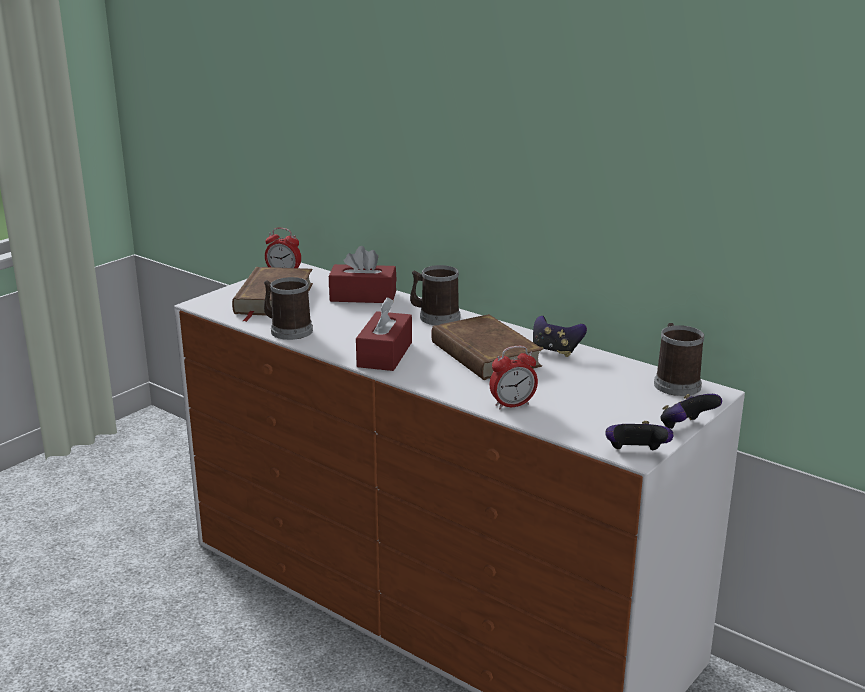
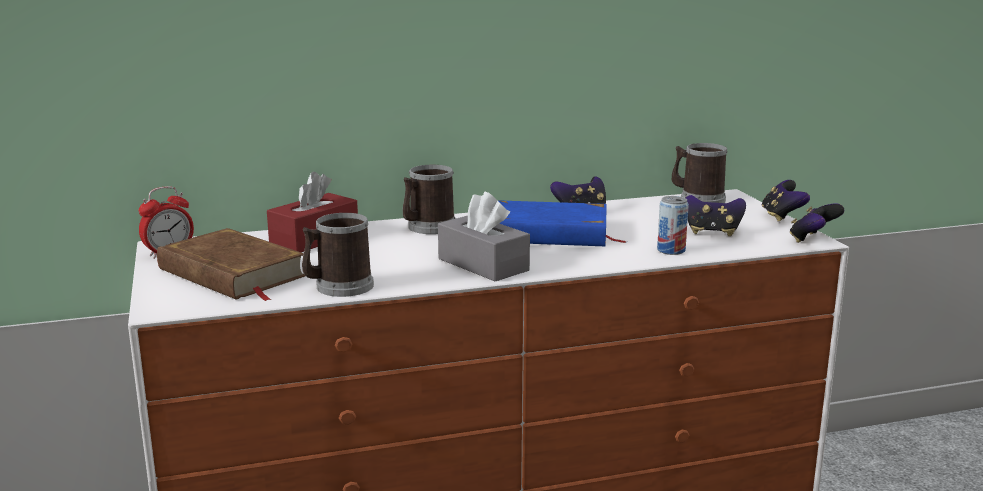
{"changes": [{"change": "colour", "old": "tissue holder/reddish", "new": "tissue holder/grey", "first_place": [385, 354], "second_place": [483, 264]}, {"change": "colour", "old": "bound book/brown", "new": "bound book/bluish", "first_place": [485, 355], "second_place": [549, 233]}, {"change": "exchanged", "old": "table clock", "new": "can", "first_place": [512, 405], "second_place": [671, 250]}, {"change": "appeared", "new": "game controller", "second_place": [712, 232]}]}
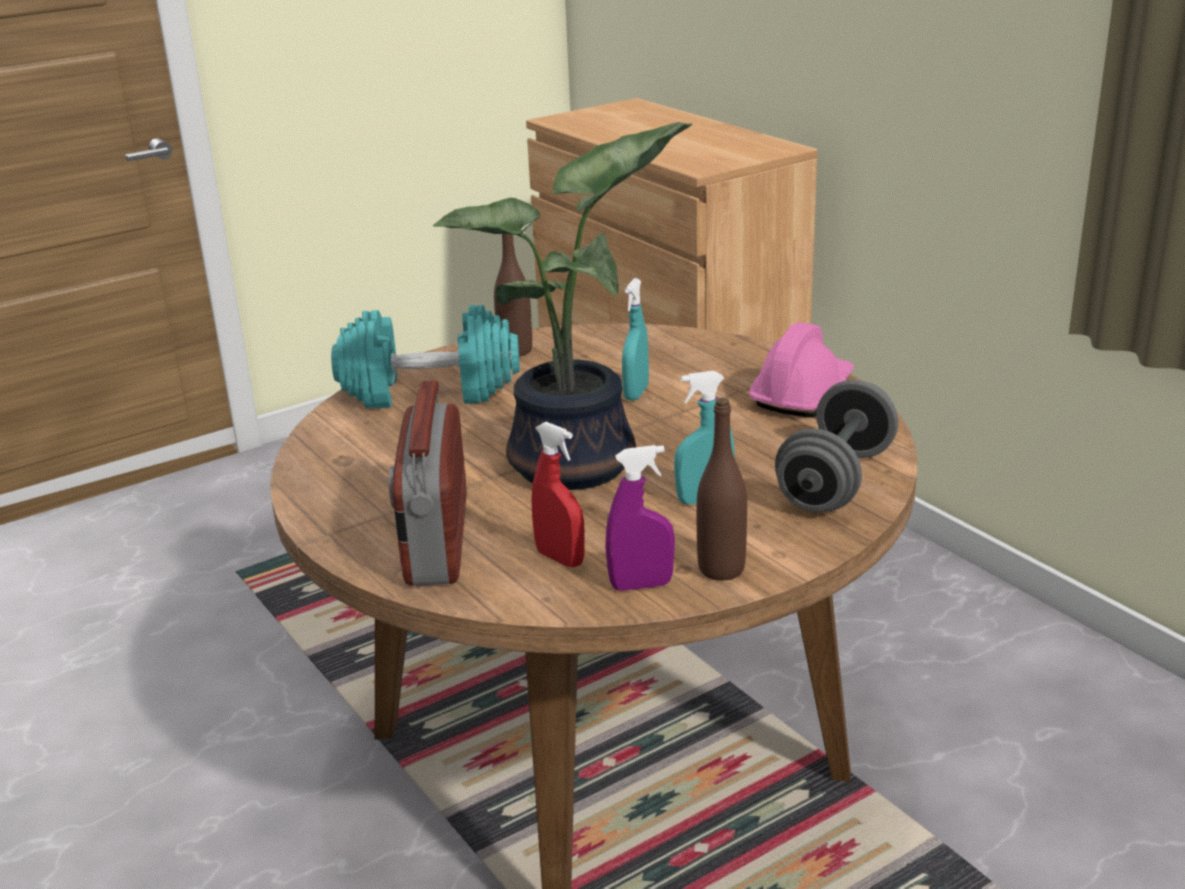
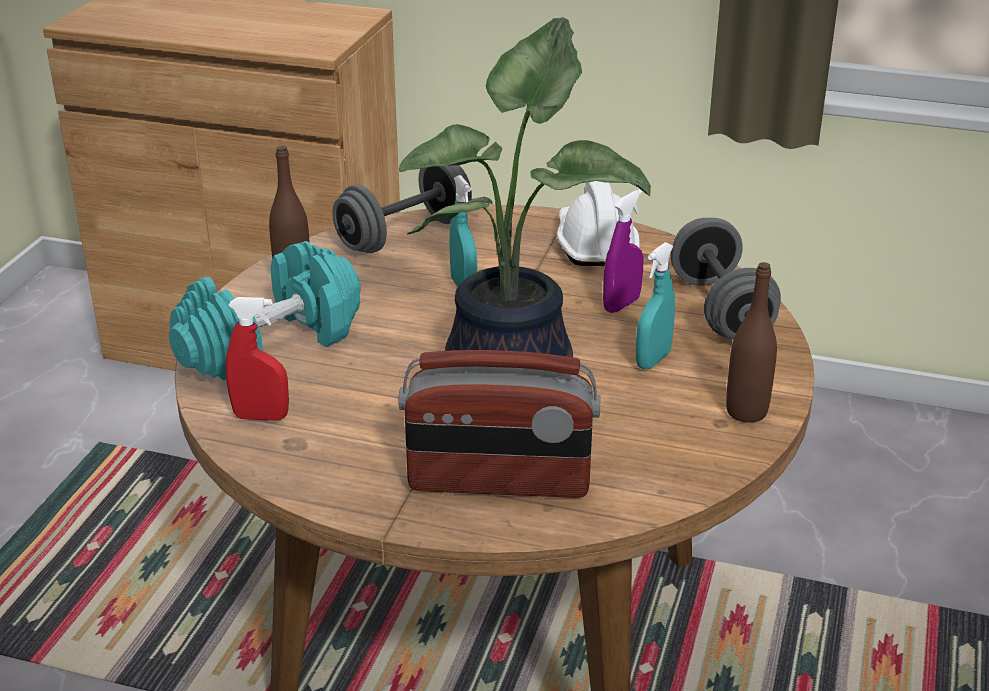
{"changes": [{"change": "spun", "old": "radio set", "first_place": [435, 540], "second_place": [499, 482], "degrees": -45}, {"change": "relocated", "old": "sprayer/reddish", "first_place": [560, 558], "second_place": [261, 417]}, {"change": "relocated", "old": "sprayer/purple-coloured", "first_place": [641, 585], "second_place": [621, 304]}, {"change": "colour", "old": "work helmet/pink", "new": "work helmet/white-coloured", "first_place": [802, 394], "second_place": [594, 244]}, {"change": "appeared", "new": "free weight/grey", "second_place": [404, 235]}]}
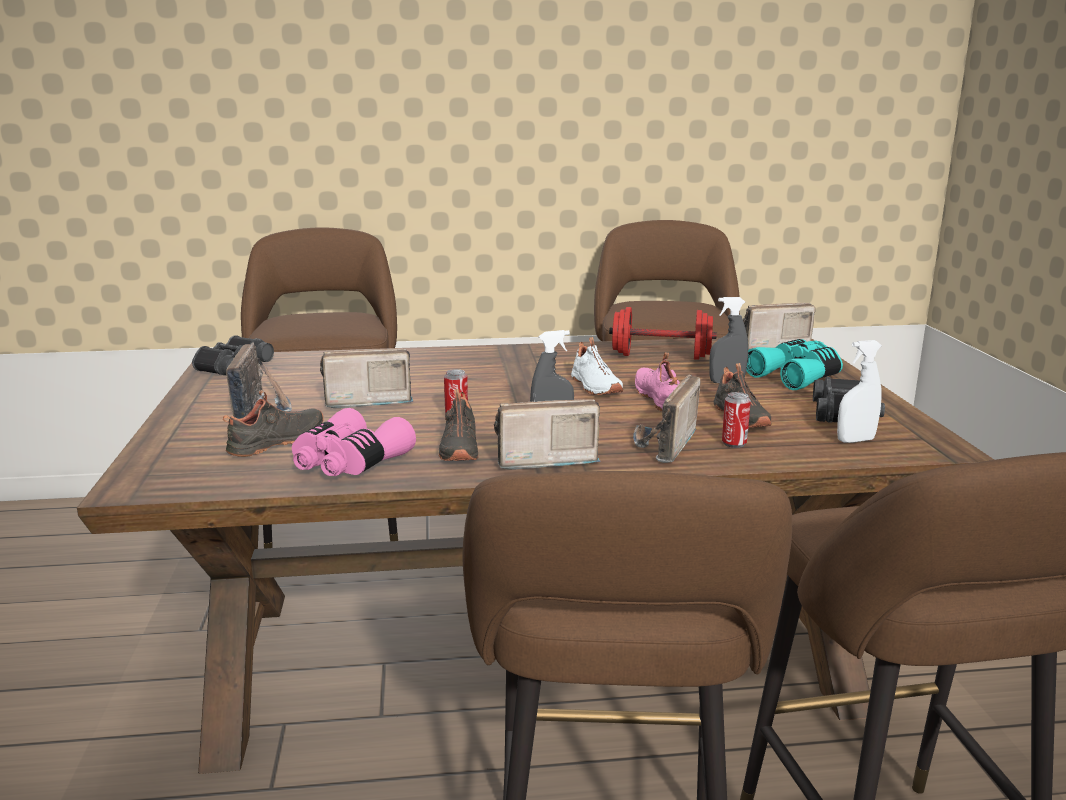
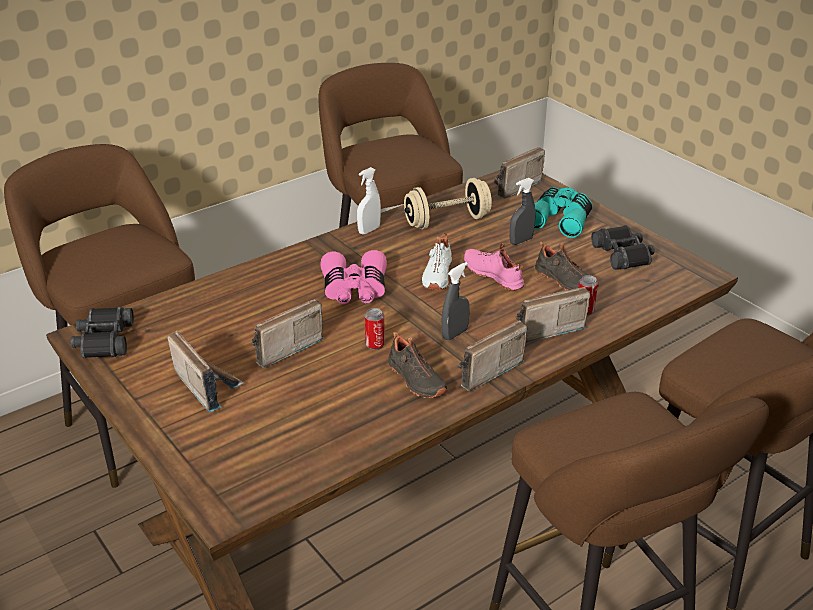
{"changes": [{"change": "missing", "old": "shoe/black-coloured", "first_place": [278, 442]}, {"change": "relocated", "old": "field glasses/pink", "first_place": [348, 463], "second_place": [354, 289]}, {"change": "spun", "old": "shoe/white-coloured", "first_place": [594, 387], "second_place": [436, 275], "degrees": 60}, {"change": "colour", "old": "free weight/reddish", "new": "free weight/sand-coloured", "first_place": [661, 356], "second_place": [447, 221]}, {"change": "spun", "old": "radio set", "first_place": [662, 446], "second_place": [544, 329], "degrees": 75}, {"change": "relocated", "old": "sprayer/white-coloured", "first_place": [855, 440], "second_place": [369, 230]}]}
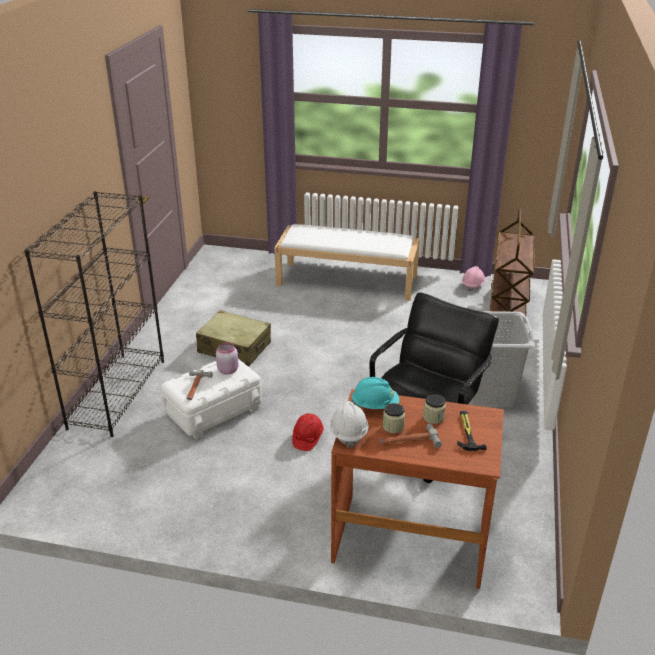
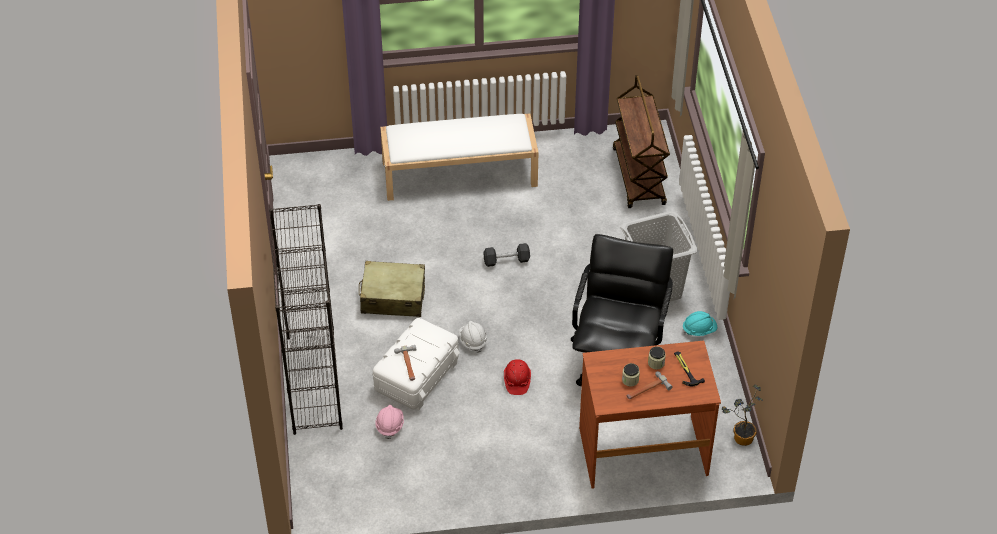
{"changes": [{"change": "missing", "old": "preserve jar/pink", "first_place": [228, 370]}, {"change": "relocated", "old": "work helmet/white-coloured", "first_place": [348, 433], "second_place": [473, 341]}, {"change": "relocated", "old": "work helmet/blue-green", "first_place": [375, 405], "second_place": [699, 330]}, {"change": "relocated", "old": "work helmet/pink", "first_place": [473, 285], "second_place": [389, 425]}, {"change": "appeared", "new": "free weight/black-coloured", "second_place": [506, 260]}, {"change": "appeared", "new": "houseplant", "second_place": [740, 437]}]}
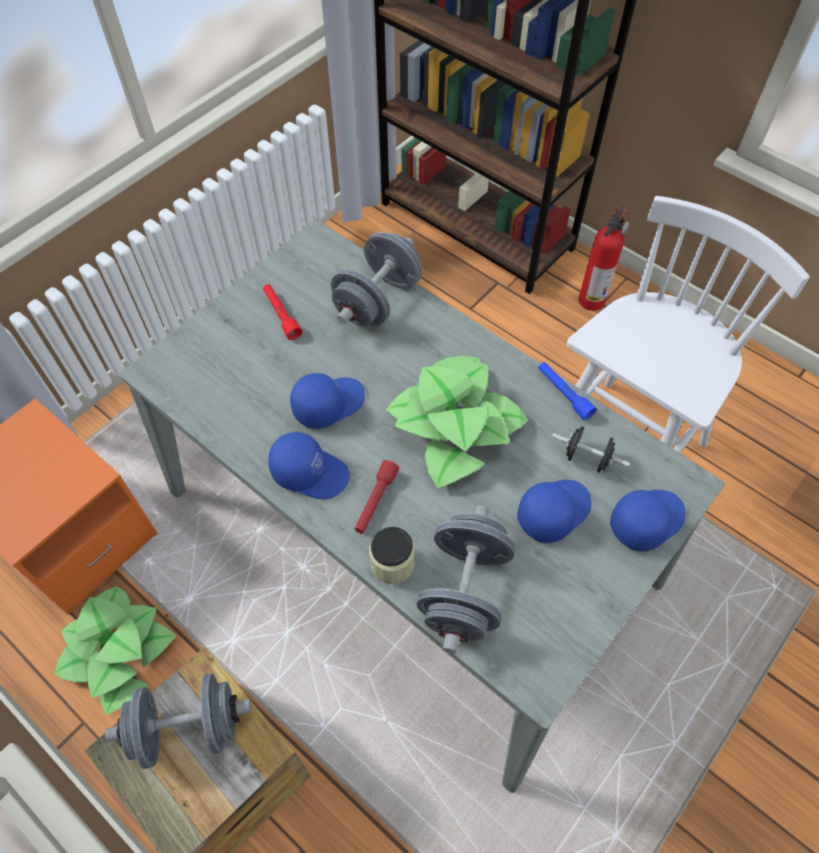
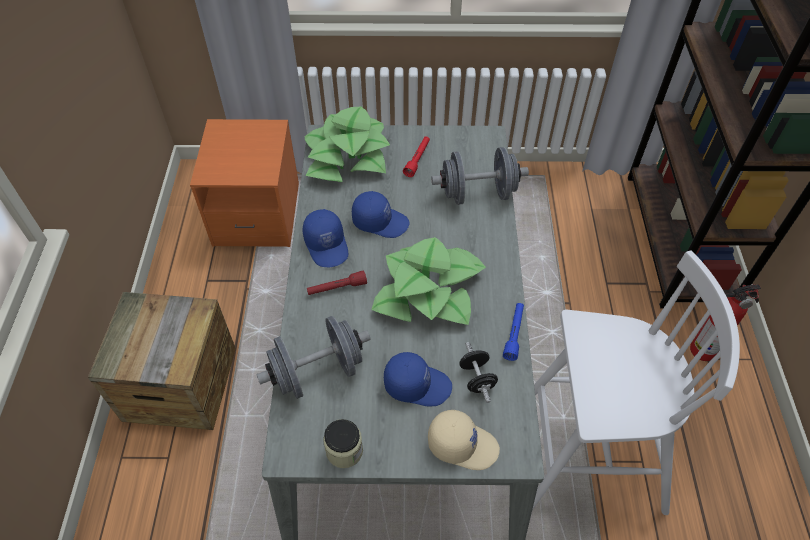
{"changes": [{"change": "relocated", "old": "houseplant", "first_place": [118, 651], "second_place": [347, 156]}, {"change": "missing", "old": "free weight/grey", "first_place": [188, 727]}, {"change": "relocated", "old": "preserve jar", "first_place": [392, 563], "second_place": [344, 450]}, {"change": "colour", "old": "peaked cap/bluish", "new": "peaked cap/sand-coloured", "first_place": [646, 520], "second_place": [462, 444]}]}
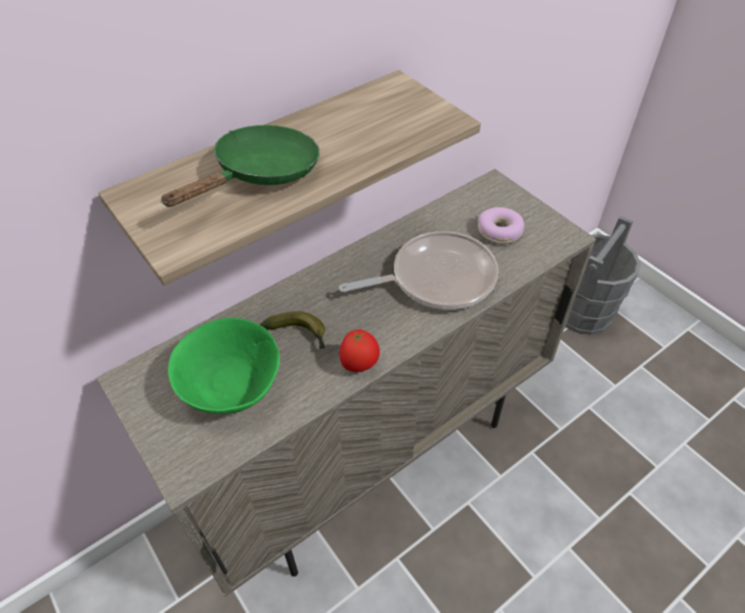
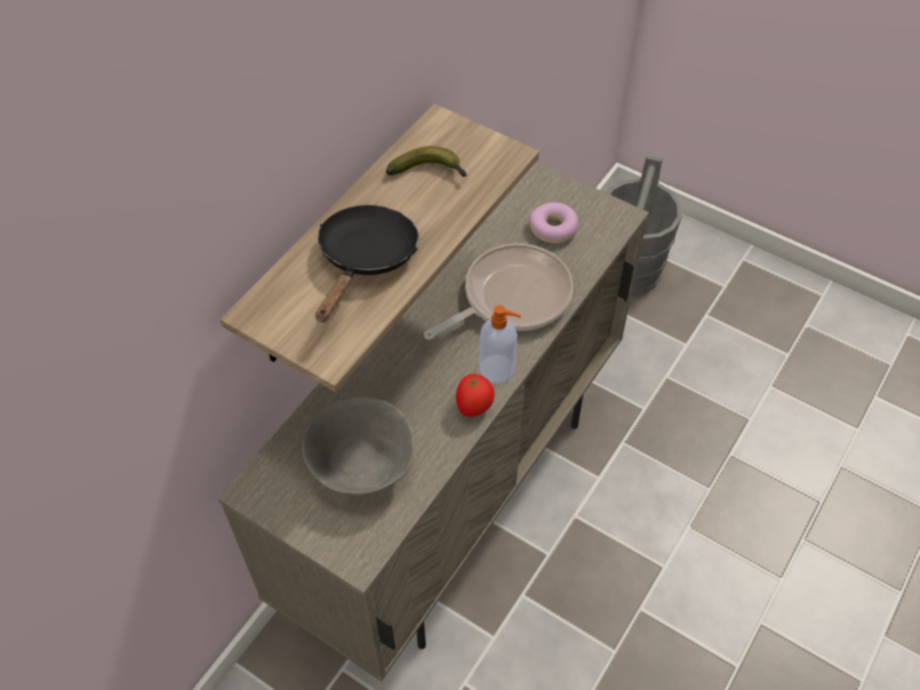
{"changes": [{"change": "colour", "old": "pan/green-coloured", "new": "pan/black-coloured", "first_place": [261, 174], "second_place": [365, 260]}, {"change": "colour", "old": "bowl/green-coloured", "new": "bowl/grey", "first_place": [230, 387], "second_place": [360, 466]}, {"change": "relocated", "old": "banana fruit", "first_place": [300, 334], "second_place": [430, 172]}, {"change": "appeared", "new": "soap bottle", "second_place": [498, 369]}]}
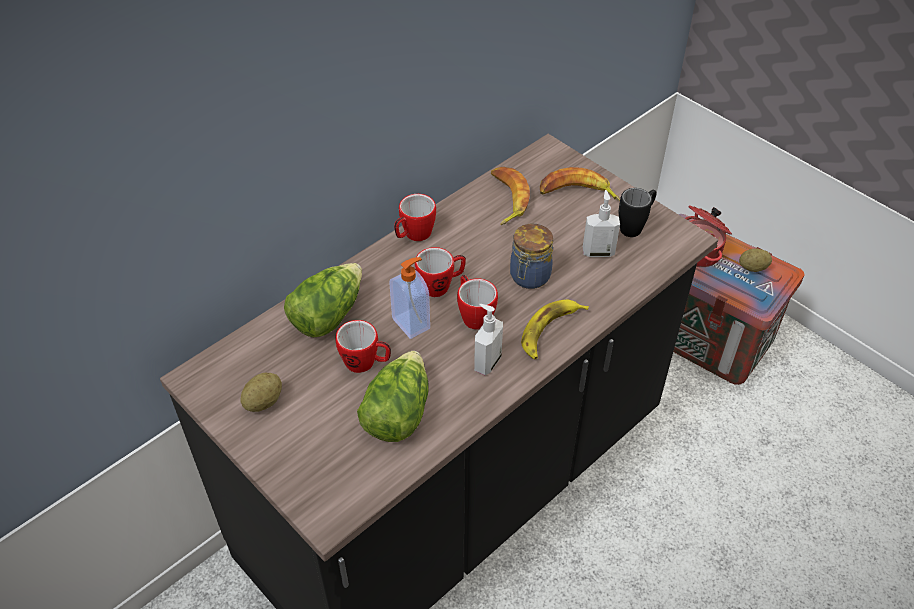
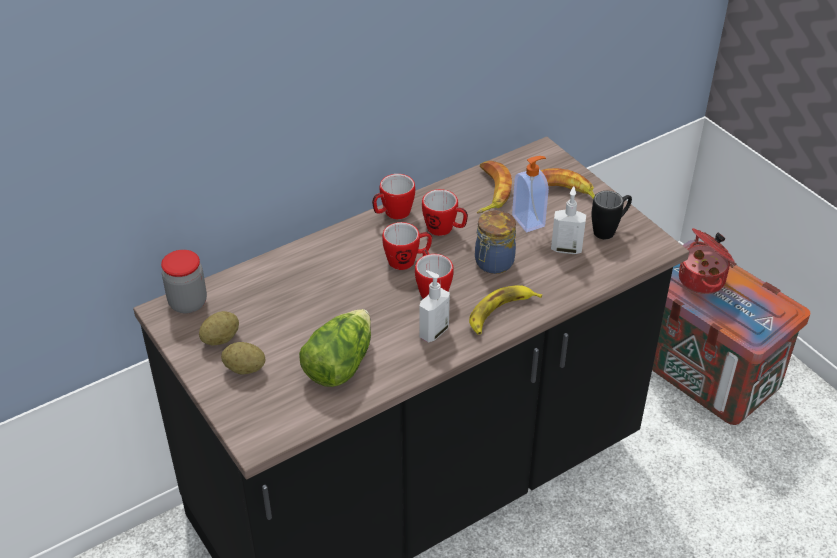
{"changes": [{"change": "missing", "old": "head of lettuce", "first_place": [327, 314]}, {"change": "relocated", "old": "tea mug", "first_place": [366, 363], "second_place": [445, 229]}, {"change": "relocated", "old": "soap bottle", "first_place": [412, 323], "second_place": [529, 221]}, {"change": "relocated", "old": "potato", "first_place": [752, 268], "second_place": [244, 368]}, {"change": "appeared", "new": "preserve jar", "second_place": [188, 303]}]}
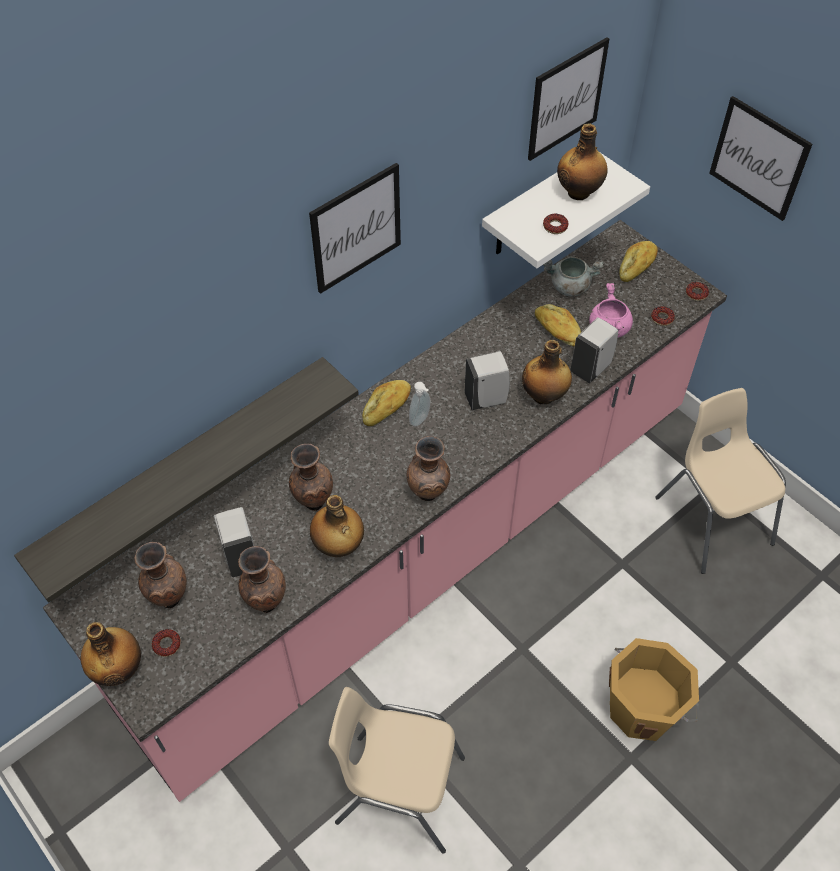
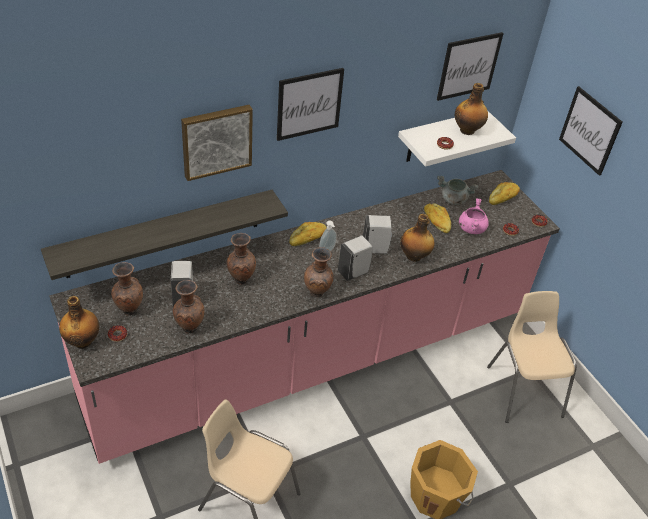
{"changes": [{"change": "missing", "old": "drink bottle", "first_place": [338, 546]}, {"change": "relocated", "old": "soap bottle/white-coloured", "first_place": [591, 368], "second_place": [354, 272]}, {"change": "appeared", "new": "picture", "second_place": [216, 140]}]}
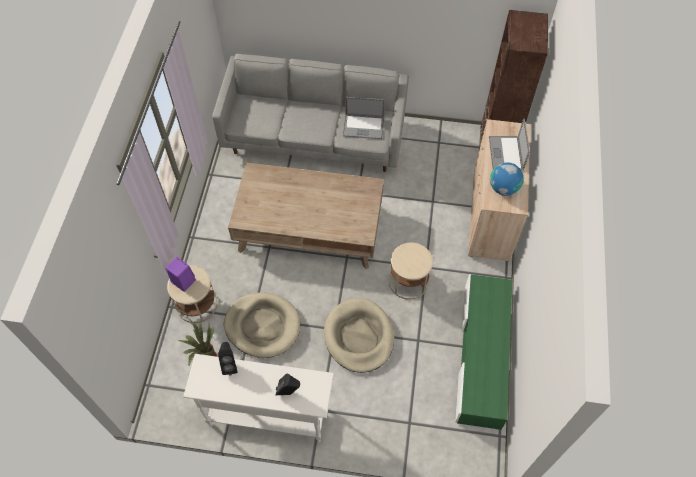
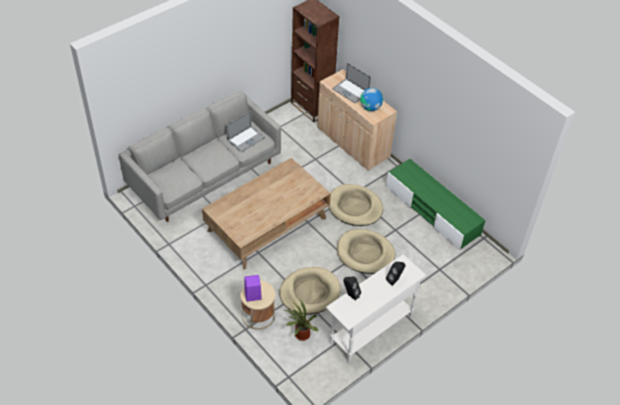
{"changes": [{"change": "exchanged", "old": "end table/sand-coloured", "new": "pet bed/sand-coloured", "first_place": [408, 282], "second_place": [355, 207]}]}
